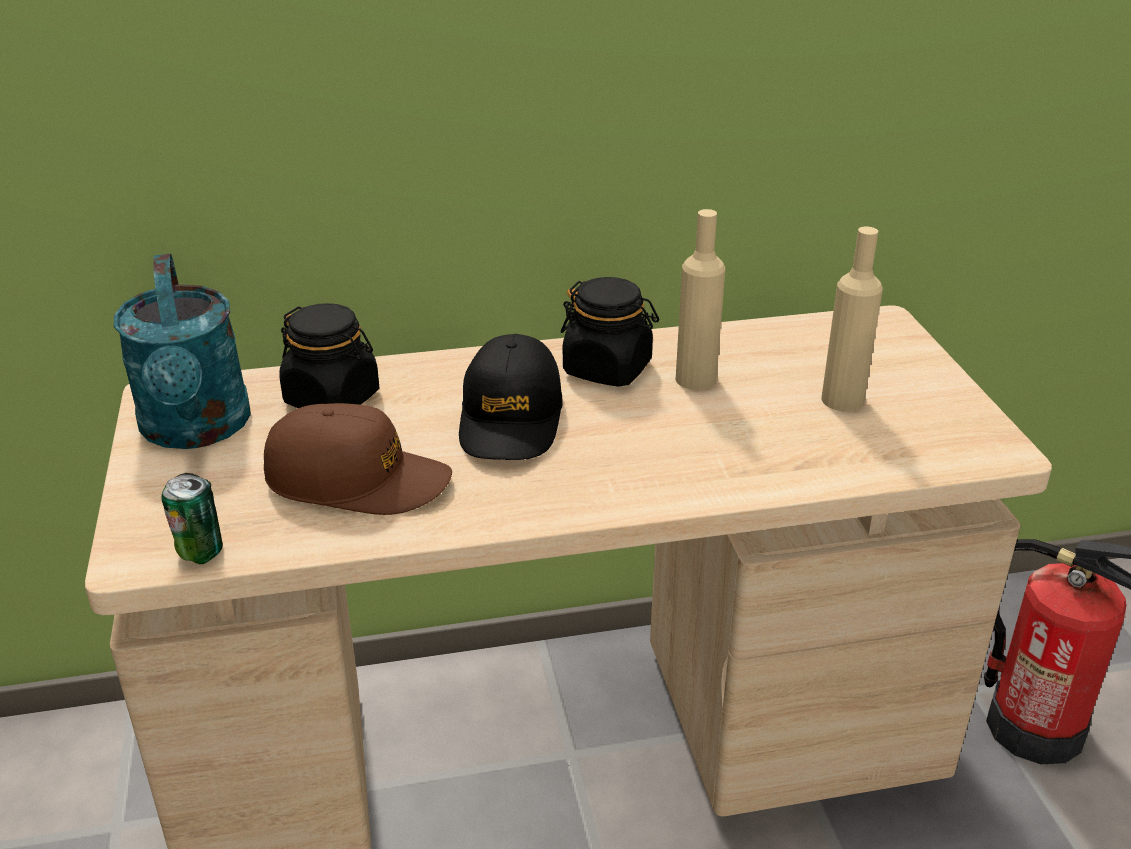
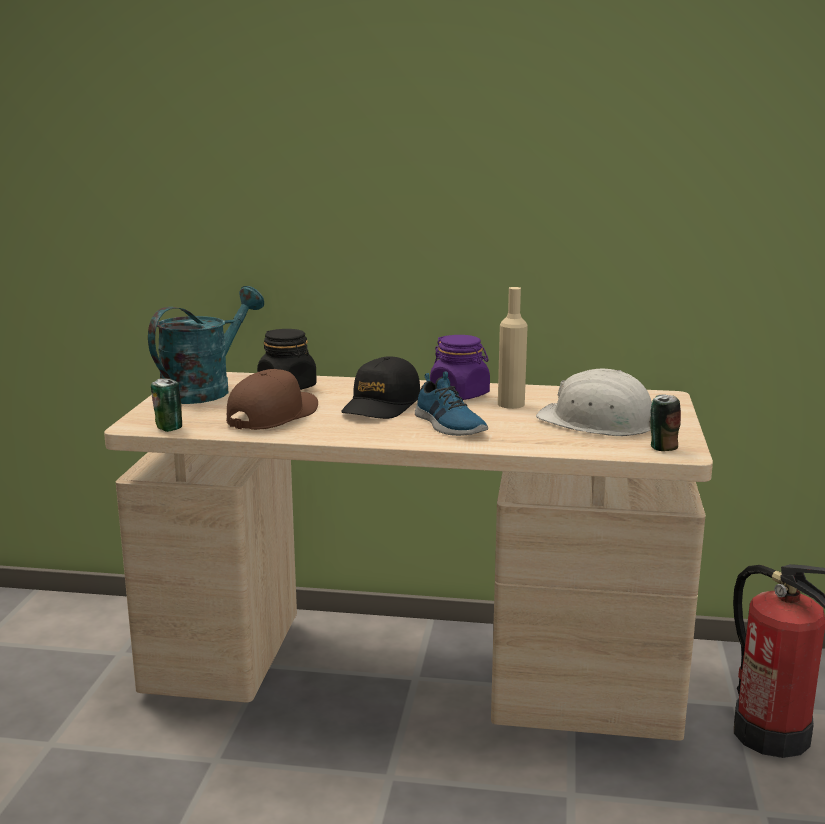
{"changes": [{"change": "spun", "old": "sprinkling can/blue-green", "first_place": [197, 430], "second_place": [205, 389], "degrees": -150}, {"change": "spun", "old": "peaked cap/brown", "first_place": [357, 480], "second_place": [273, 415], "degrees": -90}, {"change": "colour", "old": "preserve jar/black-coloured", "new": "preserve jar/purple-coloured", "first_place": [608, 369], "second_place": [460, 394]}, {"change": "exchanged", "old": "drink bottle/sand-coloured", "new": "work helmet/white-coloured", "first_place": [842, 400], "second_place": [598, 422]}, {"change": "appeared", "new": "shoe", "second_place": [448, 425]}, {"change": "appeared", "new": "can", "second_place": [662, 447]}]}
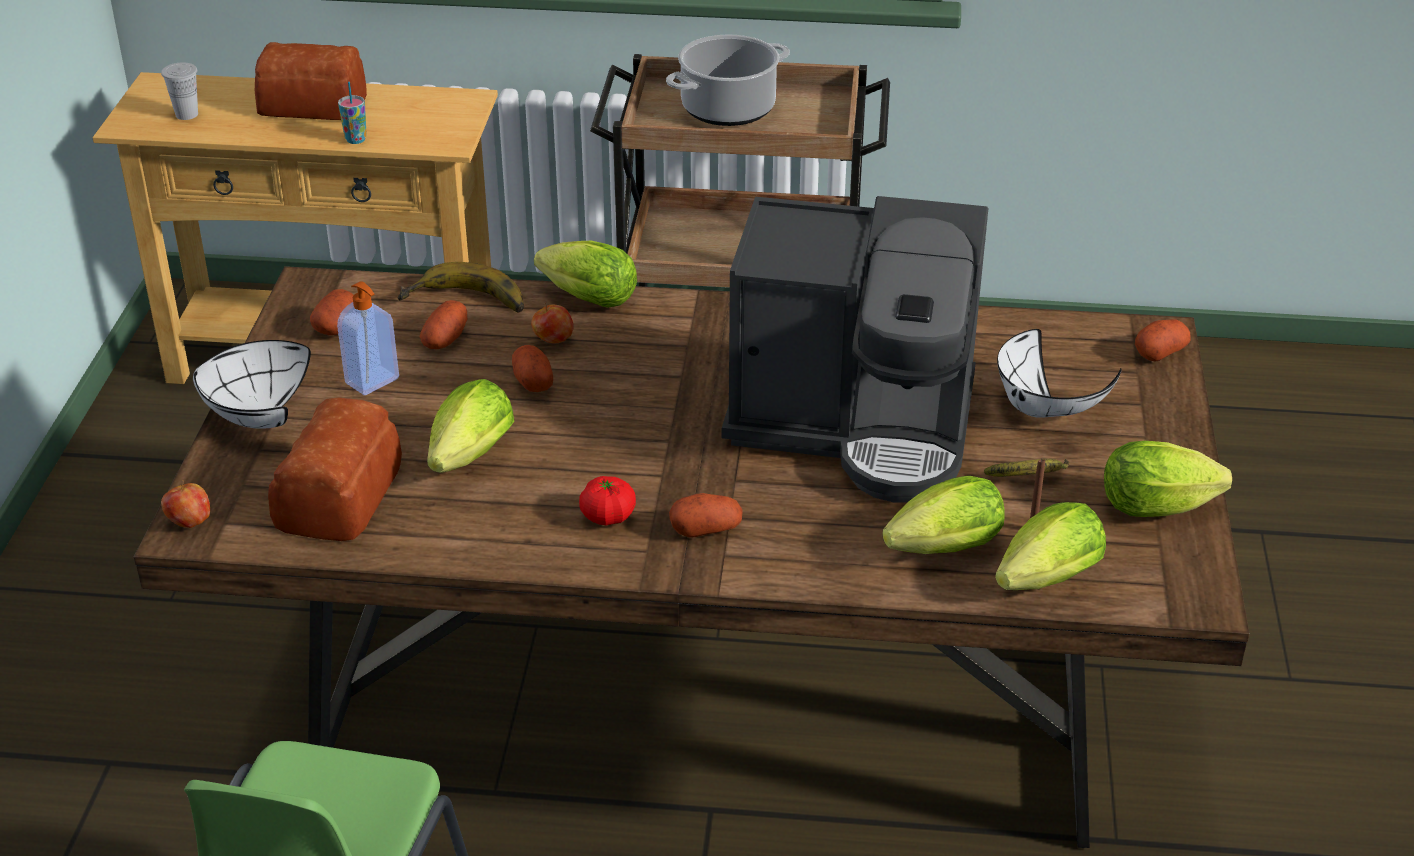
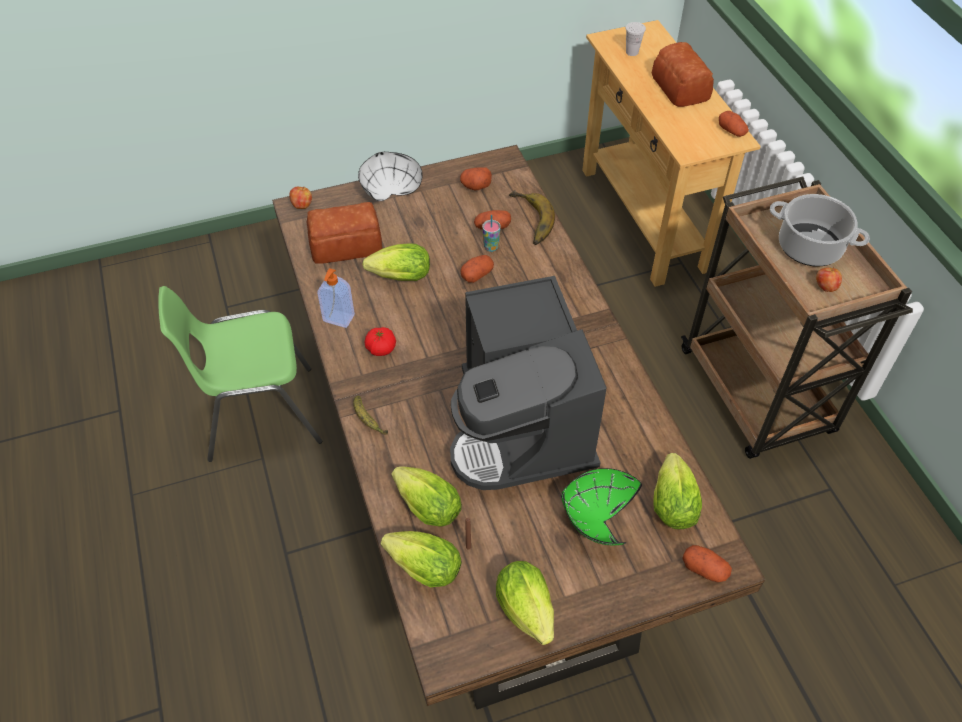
{"changes": [{"change": "relocated", "old": "soap bottle", "first_place": [373, 381], "second_place": [338, 319]}, {"change": "relocated", "old": "small cup", "first_place": [356, 140], "second_place": [491, 247]}, {"change": "relocated", "old": "apple fruit", "first_place": [553, 340], "second_place": [825, 287]}, {"change": "relocated", "old": "head of lettuce", "first_place": [584, 298], "second_place": [672, 501]}, {"change": "relocated", "old": "potato", "first_place": [706, 529], "second_place": [731, 131]}, {"change": "relocated", "old": "banana fruit", "first_place": [1029, 478], "second_place": [367, 420]}, {"change": "colour", "old": "bowl/white-coloured", "new": "bowl/green-coloured", "first_place": [1046, 410], "second_place": [595, 520]}]}
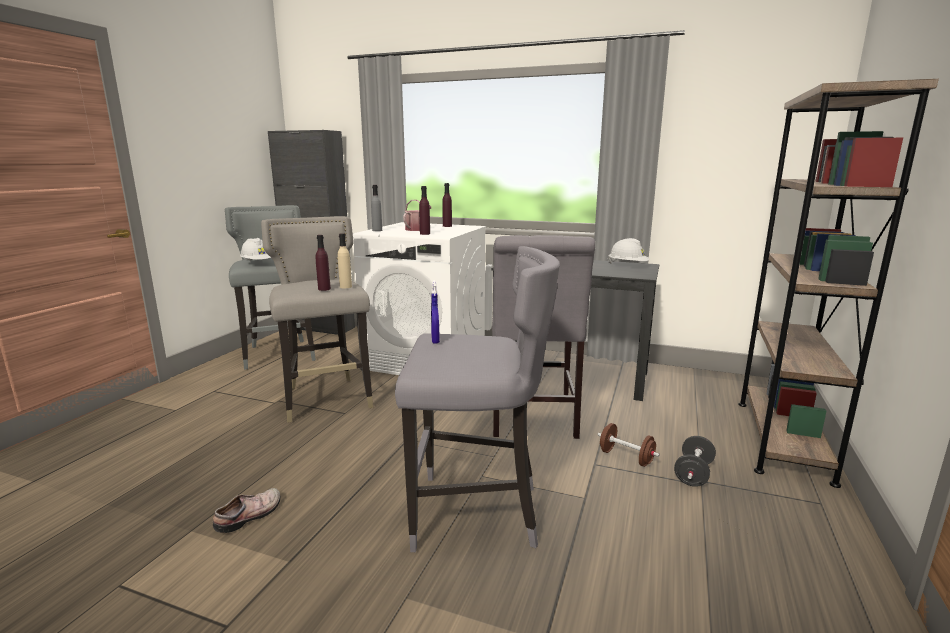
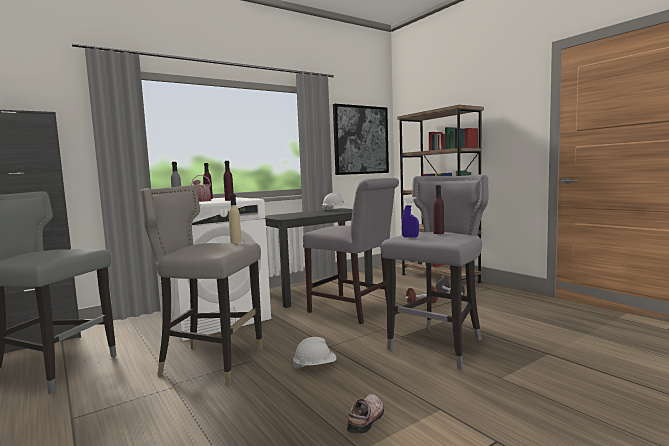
{"changes": [{"change": "spun", "old": "shoe", "first_place": [250, 516], "second_place": [367, 419], "degrees": 45}, {"change": "relocated", "old": "work helmet/white-coloured", "first_place": [257, 263], "second_place": [315, 366]}, {"change": "relocated", "old": "drink bottle/purple-coloured", "first_place": [324, 289], "second_place": [438, 233]}, {"change": "appeared", "new": "picture", "second_place": [361, 140]}]}
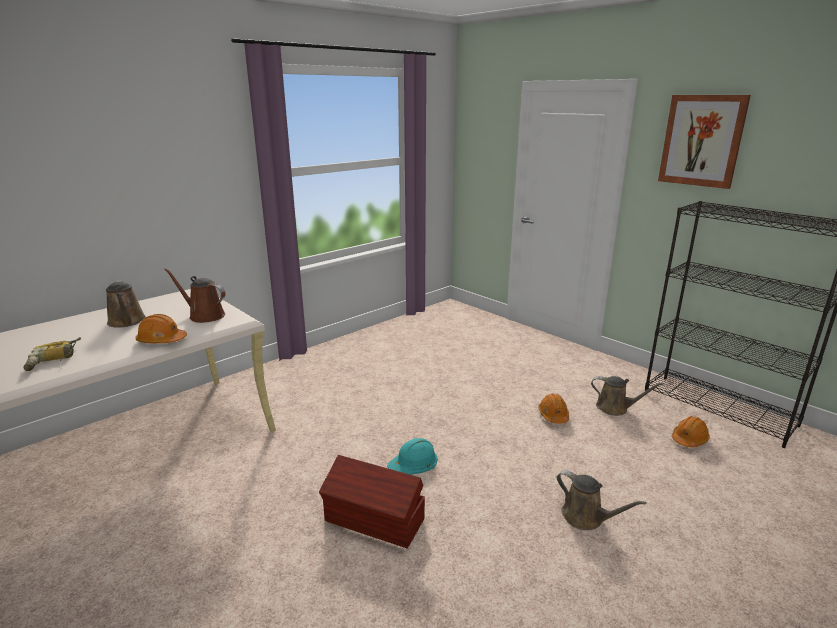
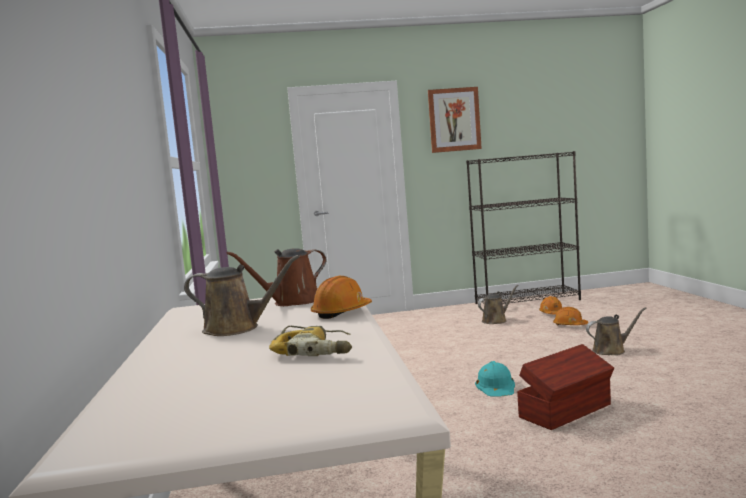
{"changes": [{"change": "relocated", "old": "work helmet/orange", "first_place": [553, 415], "second_place": [570, 325]}]}
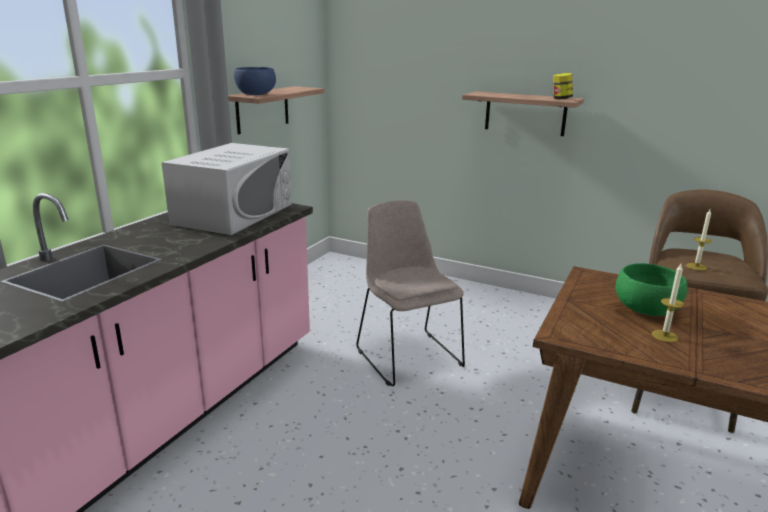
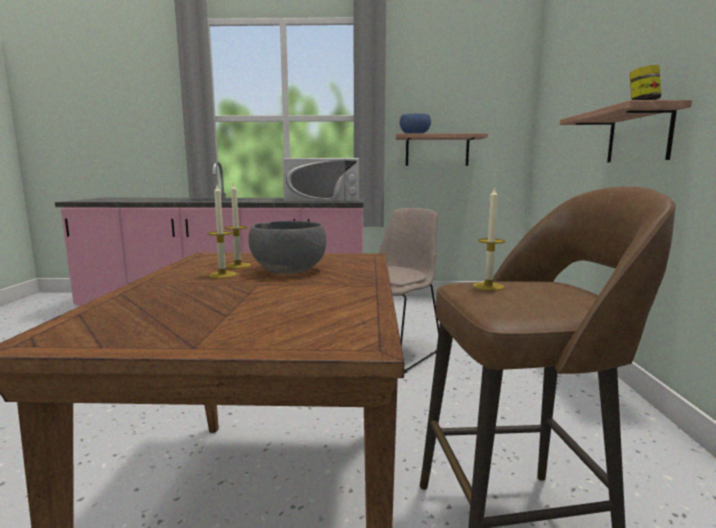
{"changes": [{"change": "colour", "old": "bowl/green-coloured", "new": "bowl/grey", "first_place": [645, 309], "second_place": [289, 270]}, {"change": "appeared", "new": "candle", "second_place": [238, 265]}]}
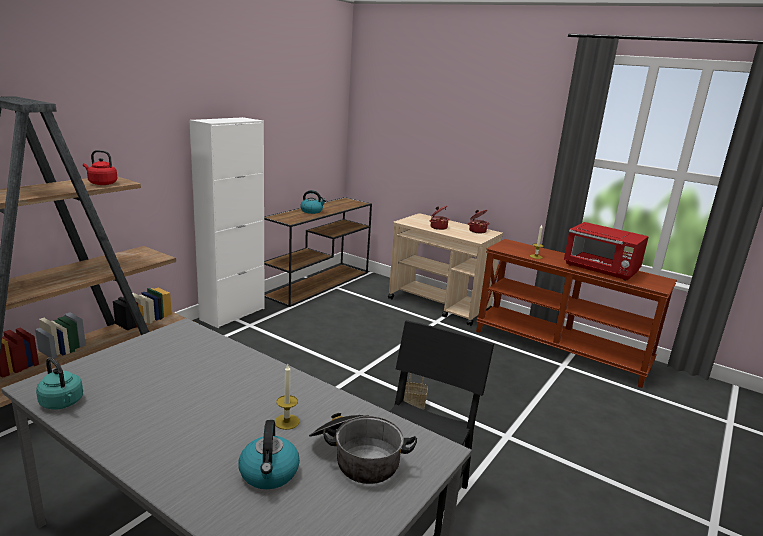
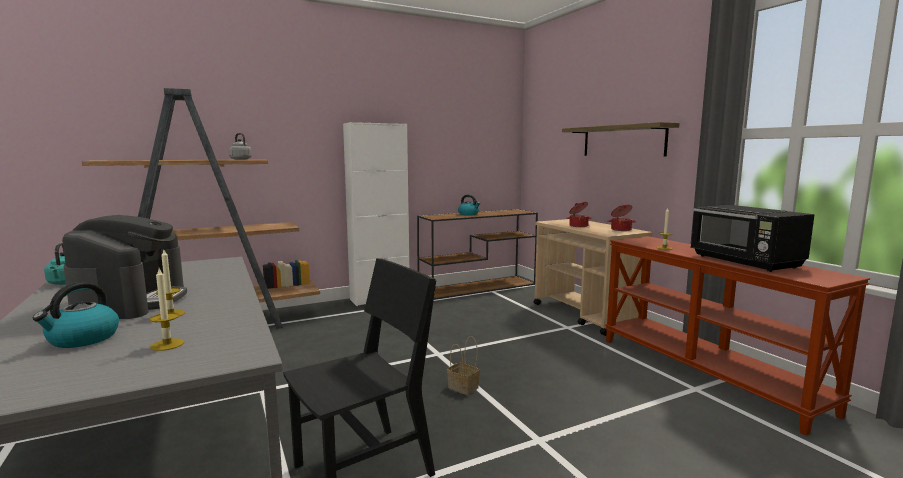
{"changes": [{"change": "colour", "old": "kettle/reddish", "new": "kettle/grey", "first_place": [101, 183], "second_place": [240, 159]}, {"change": "exchanged", "old": "saucepot", "new": "candle", "first_place": [357, 457], "second_place": [167, 344]}, {"change": "colour", "old": "microwave/reddish", "new": "microwave/black-coloured", "first_place": [601, 270], "second_place": [745, 262]}, {"change": "appeared", "new": "coffee maker", "second_place": [132, 302]}, {"change": "appeared", "new": "shelf", "second_place": [622, 141]}]}
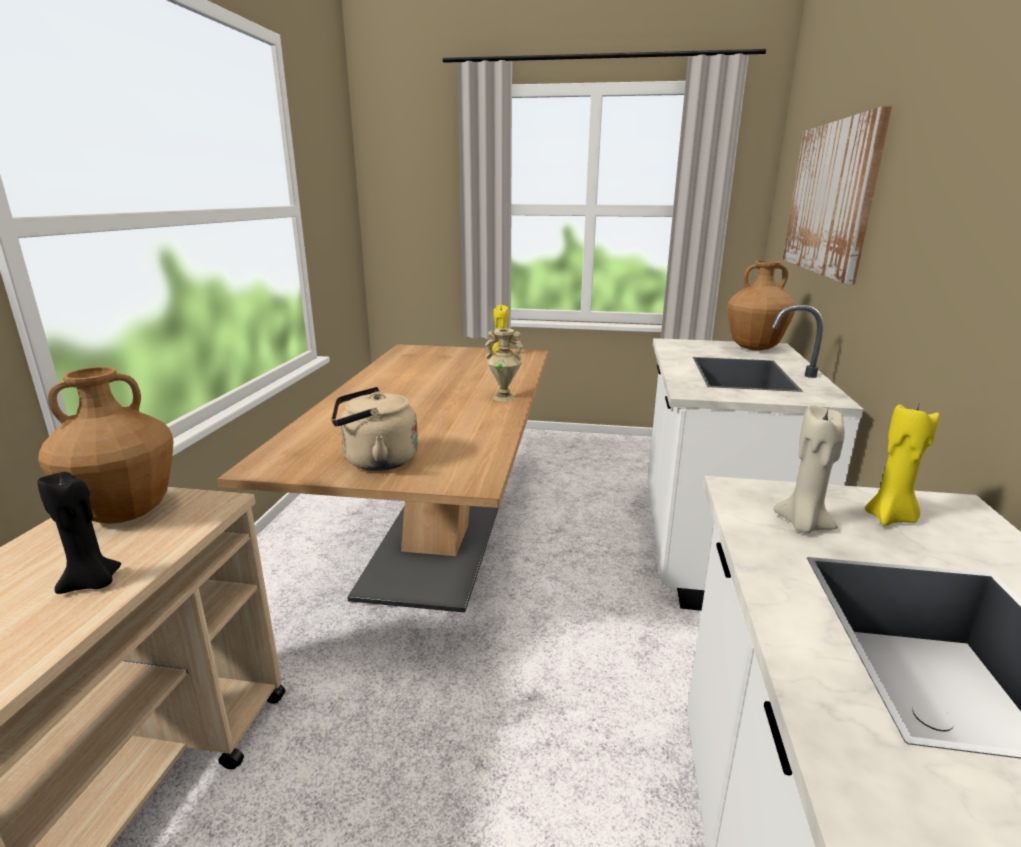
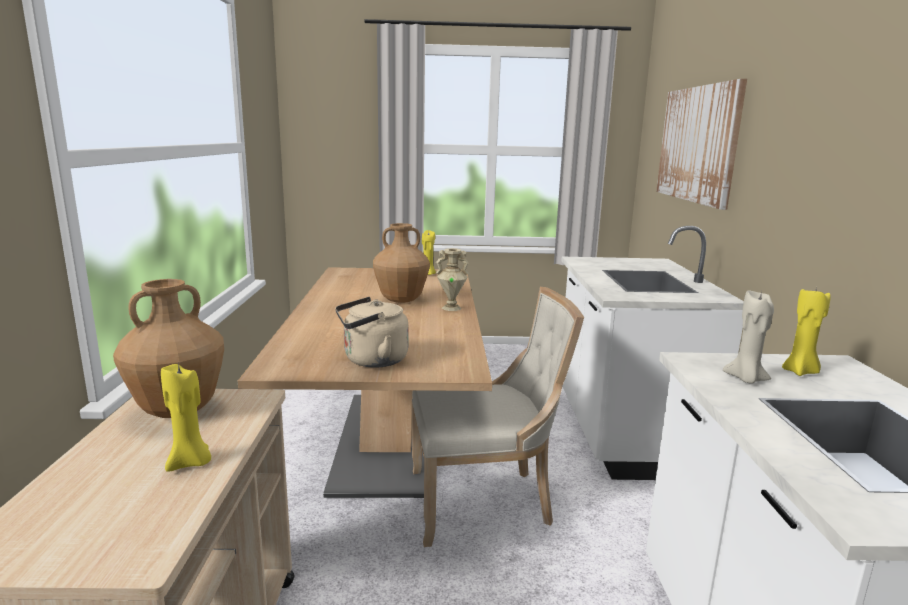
{"changes": [{"change": "colour", "old": "candle/black-coloured", "new": "candle/yellowish", "first_place": [93, 583], "second_place": [191, 463]}, {"change": "relocated", "old": "flower vase/brown", "first_place": [755, 348], "second_place": [401, 300]}, {"change": "appeared", "new": "plain chair/sand-coloured", "second_place": [485, 502]}]}
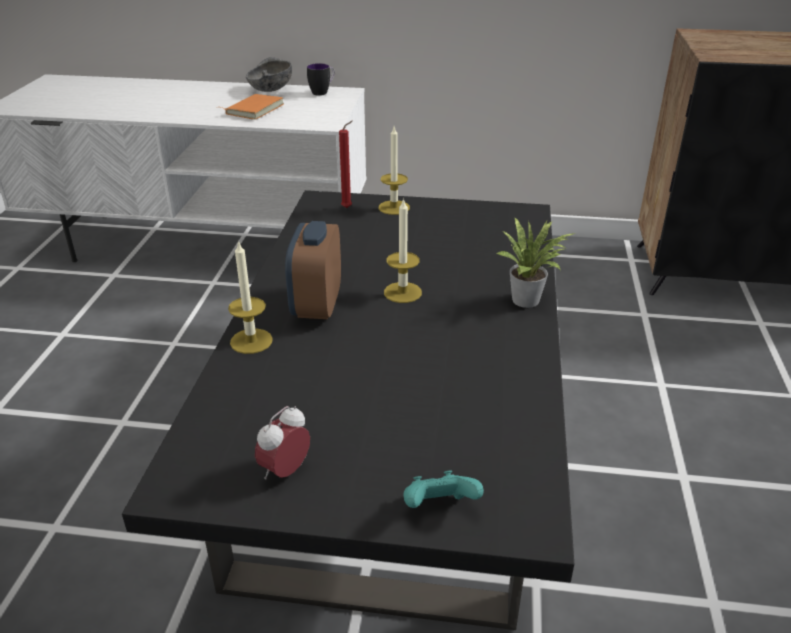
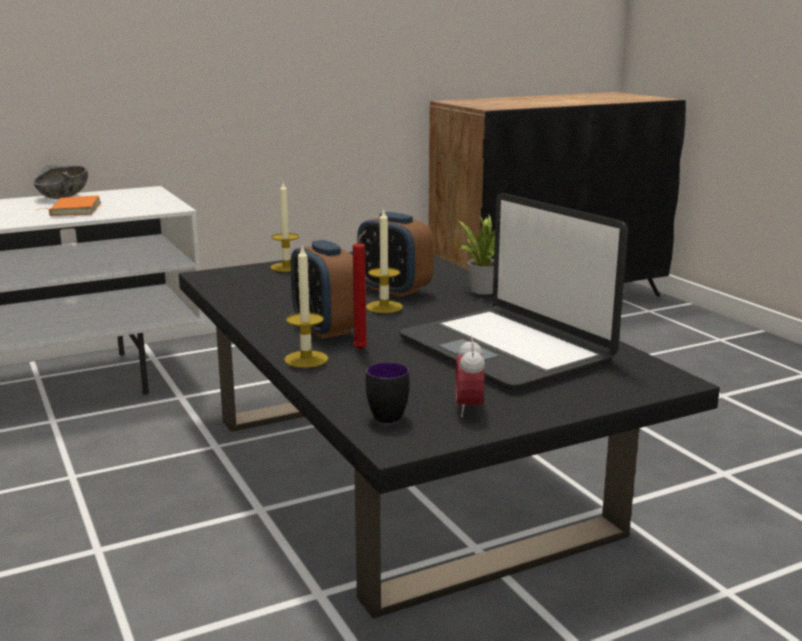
{"changes": [{"change": "relocated", "old": "tea mug", "first_place": [323, 92], "second_place": [389, 414]}, {"change": "relocated", "old": "candle/reddish", "first_place": [348, 208], "second_place": [362, 348]}, {"change": "missing", "old": "game controller/blue-green", "first_place": [439, 507]}, {"change": "appeared", "new": "table clock", "second_place": [394, 290]}, {"change": "appeared", "new": "notebook computer", "second_place": [506, 350]}]}
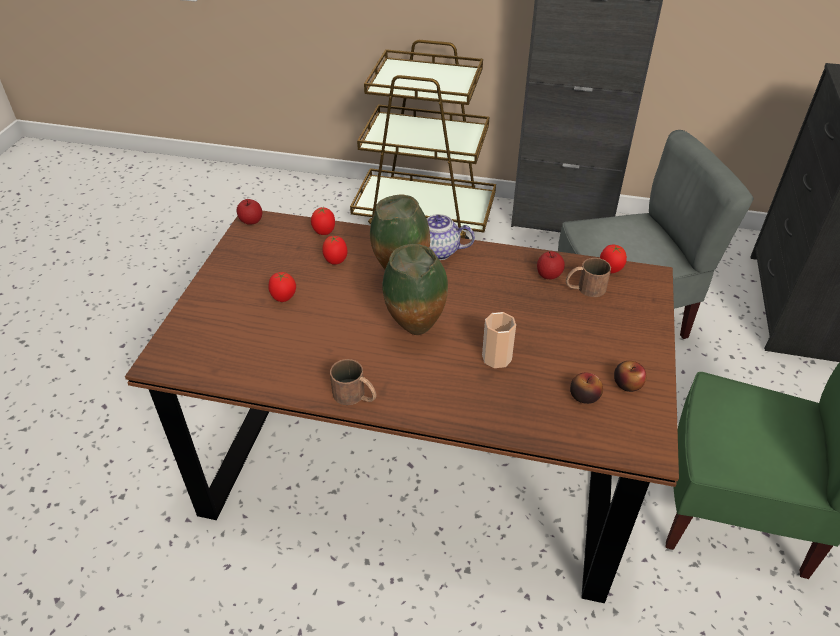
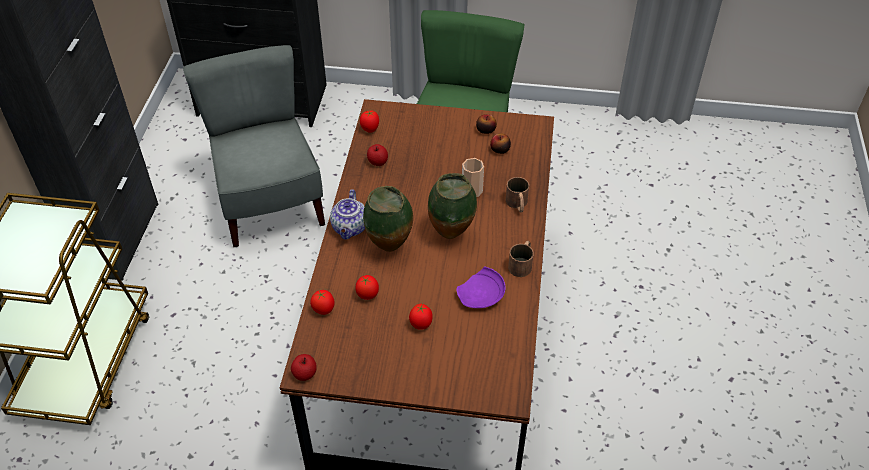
{"changes": [{"change": "relocated", "old": "tea mug/brown", "first_place": [584, 288], "second_place": [517, 204]}, {"change": "appeared", "new": "dinner plate/purple-coloured", "second_place": [481, 296]}]}
